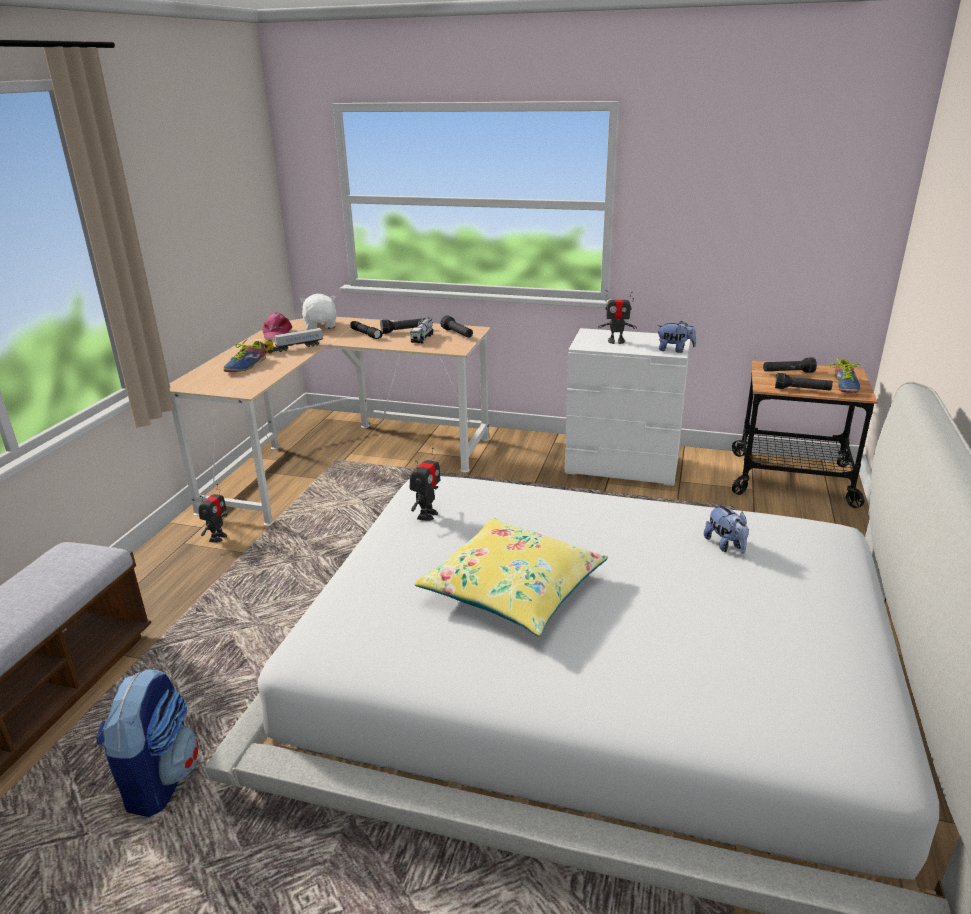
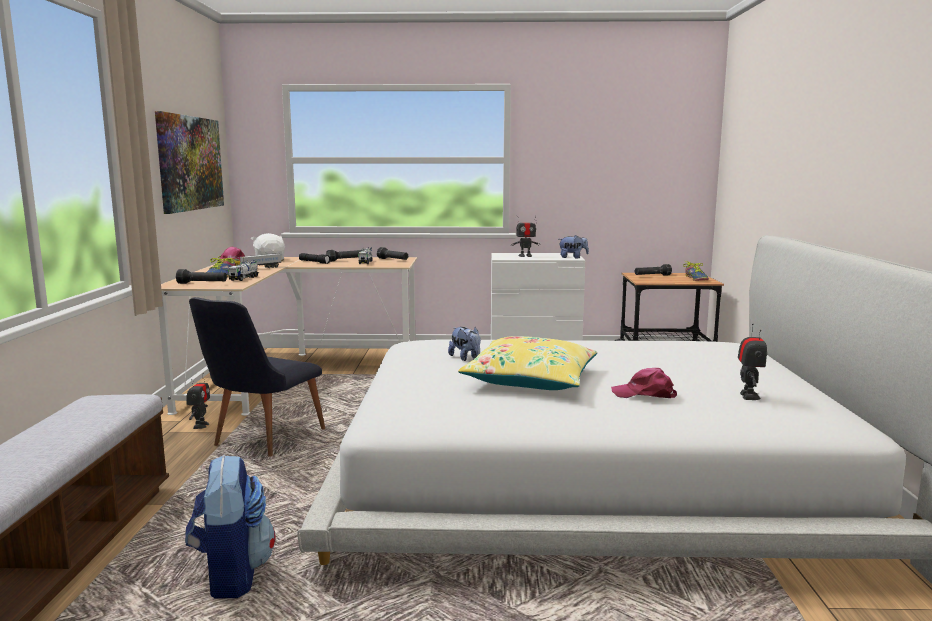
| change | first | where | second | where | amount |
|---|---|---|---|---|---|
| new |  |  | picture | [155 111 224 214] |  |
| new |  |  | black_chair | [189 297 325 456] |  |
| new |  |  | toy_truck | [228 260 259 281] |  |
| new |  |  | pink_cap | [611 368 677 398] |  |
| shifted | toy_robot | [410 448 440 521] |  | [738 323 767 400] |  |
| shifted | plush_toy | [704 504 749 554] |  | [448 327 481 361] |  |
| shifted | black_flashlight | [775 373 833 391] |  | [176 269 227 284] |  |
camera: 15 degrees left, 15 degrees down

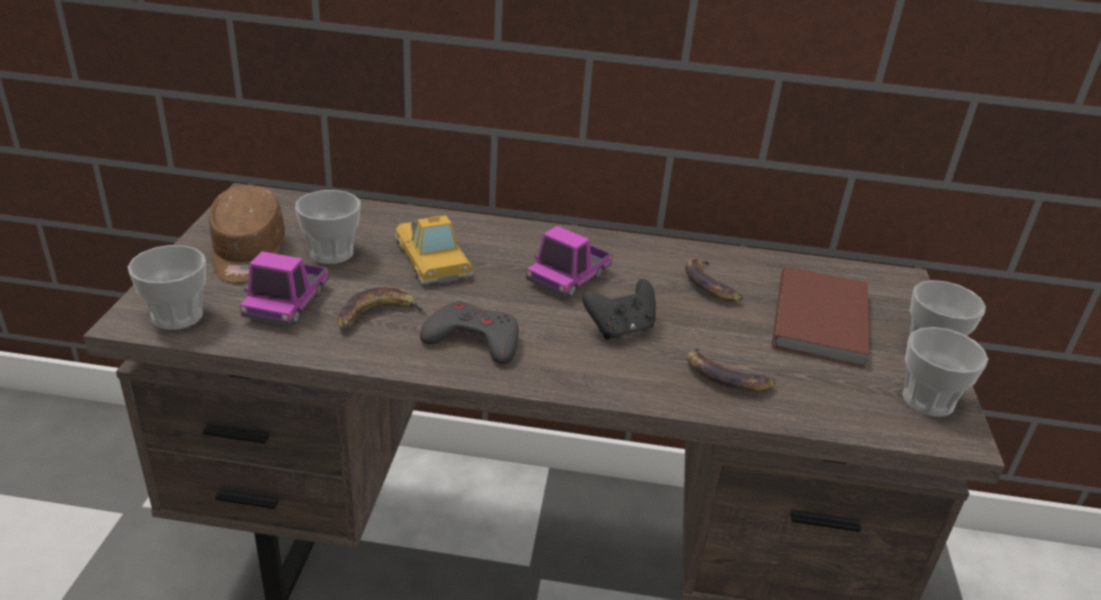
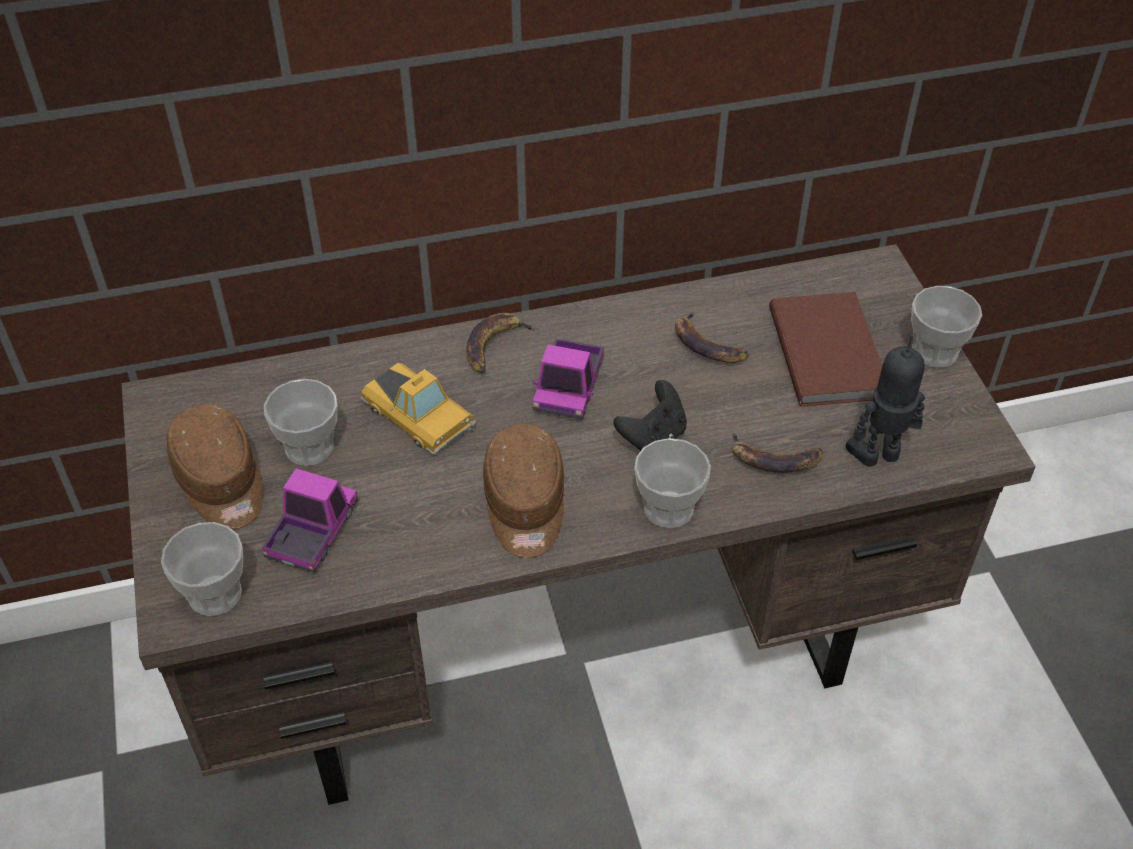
| change | first | where | second | where | amount |
|---|---|---|---|---|---|
| new |  |  | toy_robot | [846 335 925 467] |  |
| shifted | banana | [337 287 427 330] |  | [466 313 538 373] |  |
| shifted | cup | [903 327 988 417] |  | [634 438 711 528] |  |
| swapped | grey_game_controller | [420 301 519 364] | brown_cap | [483 424 564 558] |  |
| rotated | toy_truck | [240 251 329 326] |  | [262 468 358 573] | 150 degrees counterclockwise |
camera: 20 degrees left, 15 degrees up

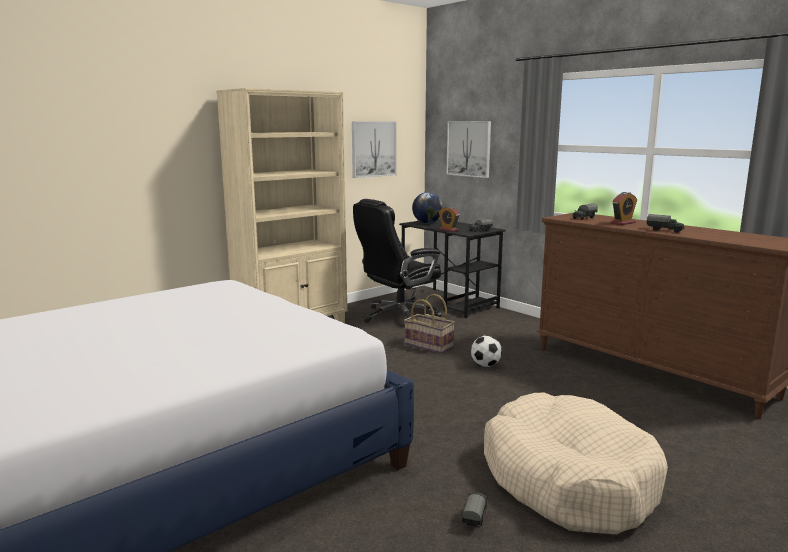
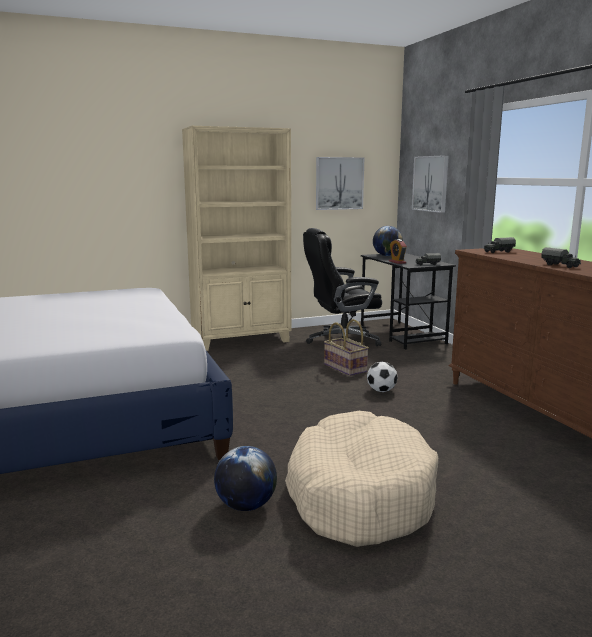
| change | first | where | second | where | amount |
|---|---|---|---|---|---|
| gone | alarm_clock | [610 192 637 225] |  |  |  |
| swapped | toy_truck | [462 492 488 527] | globe | [214 446 277 511] |  |
camera: 20 degrees right, 0 degrees up

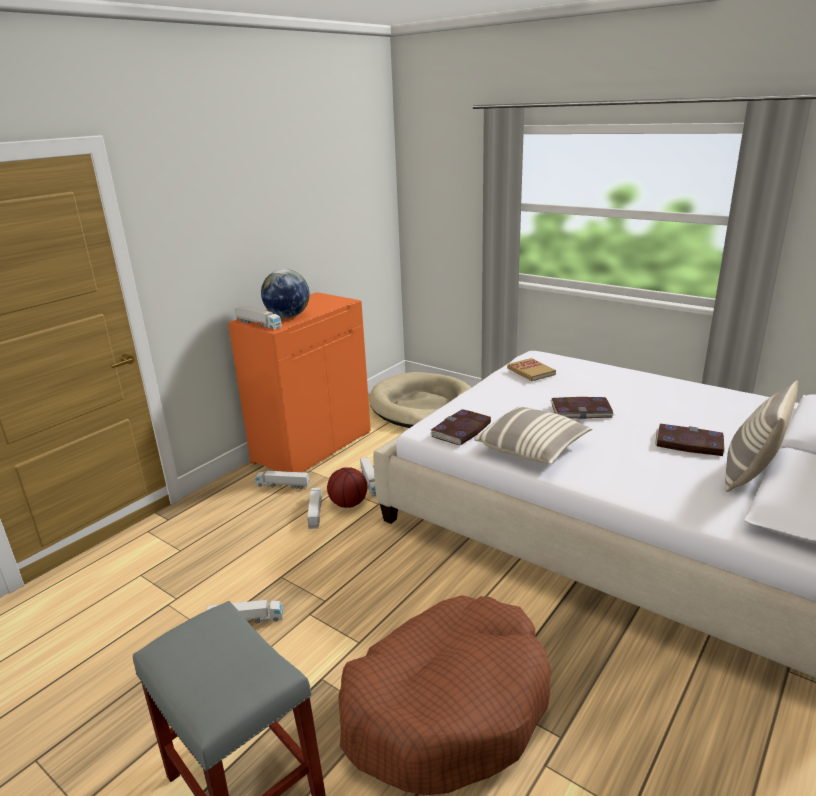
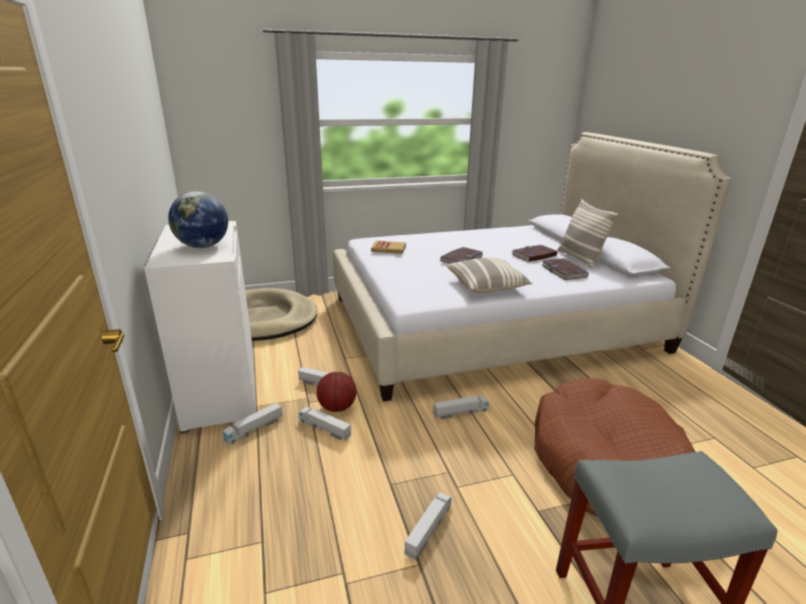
| change | first | where | second | where | amount |
|---|---|---|---|---|---|
| shifted | toy_truck | [235 305 282 330] |  | [433 396 489 419] |  |
| shifted | book | [431 409 491 445] |  | [542 258 588 280] |  |
| repainted | orange_cabinet | [228 292 371 472] | white_cabinet | [144 221 256 434] |  |
camera: 55 degrees left, 0 degrees up

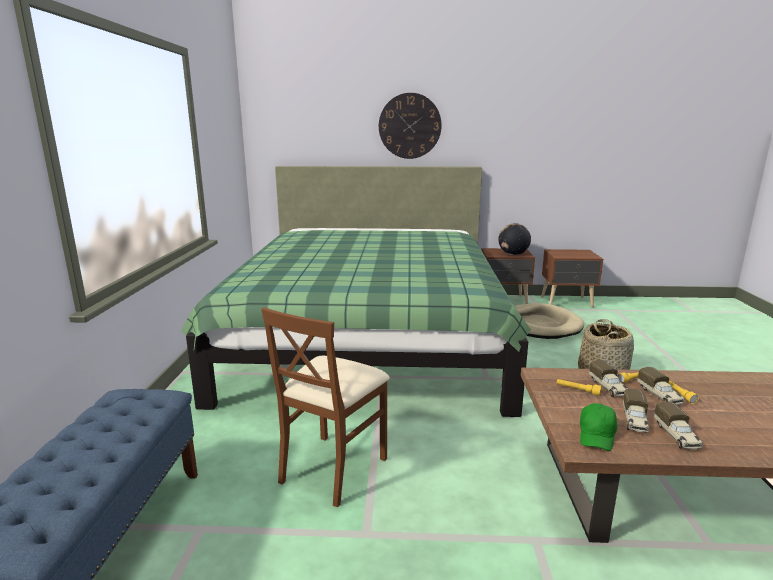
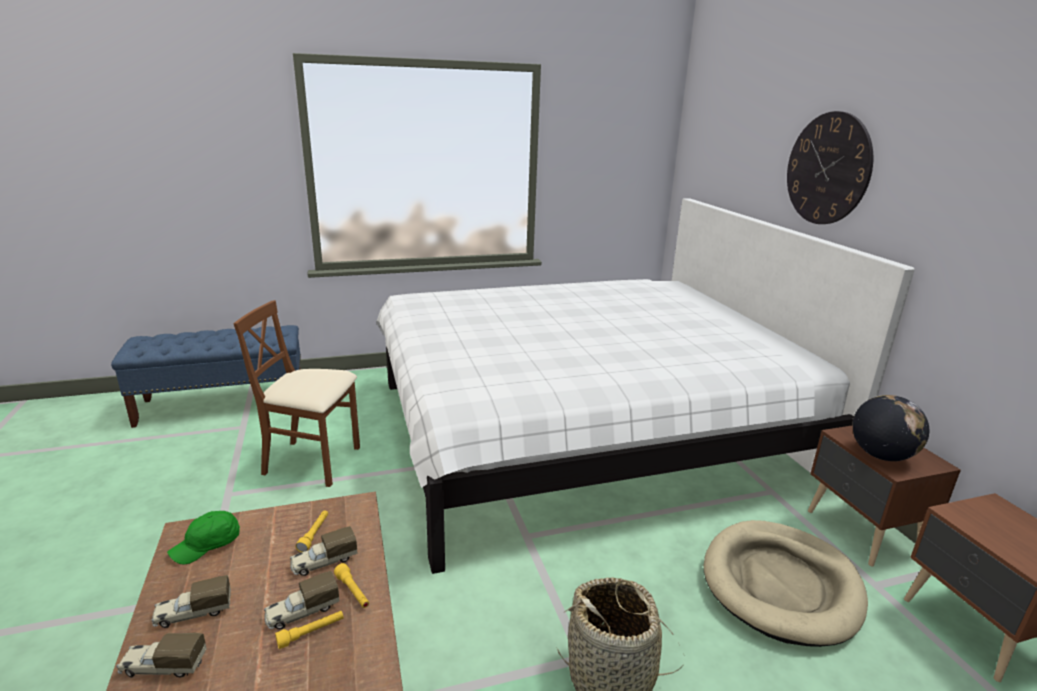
| change | first | where | second | where | amount |
|---|---|---|---|---|---|
| shifted | toy_truck | [623 389 649 433] |  | [116 633 207 678] |  |
| repainted | green_bed | [181 166 531 417] | white_bed | [376 198 915 574] |  |
| rotated | green_cap | [580 403 617 451] |  | [167 511 240 565] | 45 degrees counterclockwise |
camera: 70 degrees right, 5 degrees up

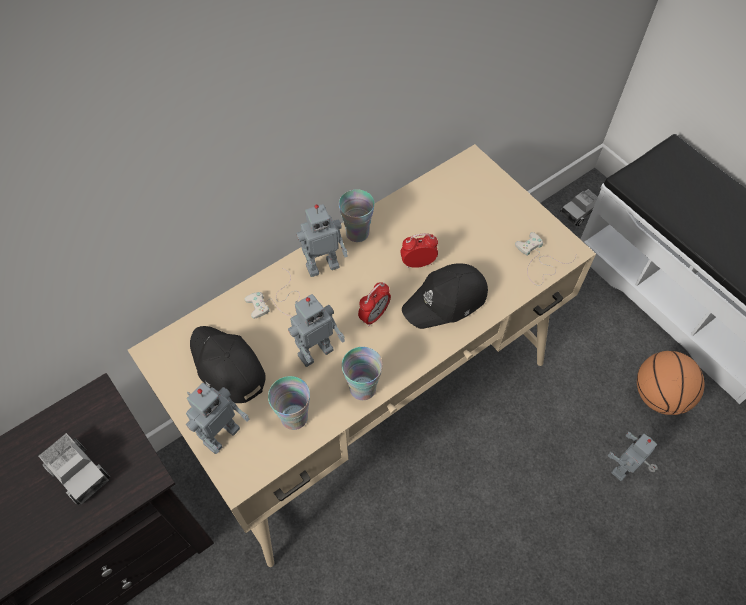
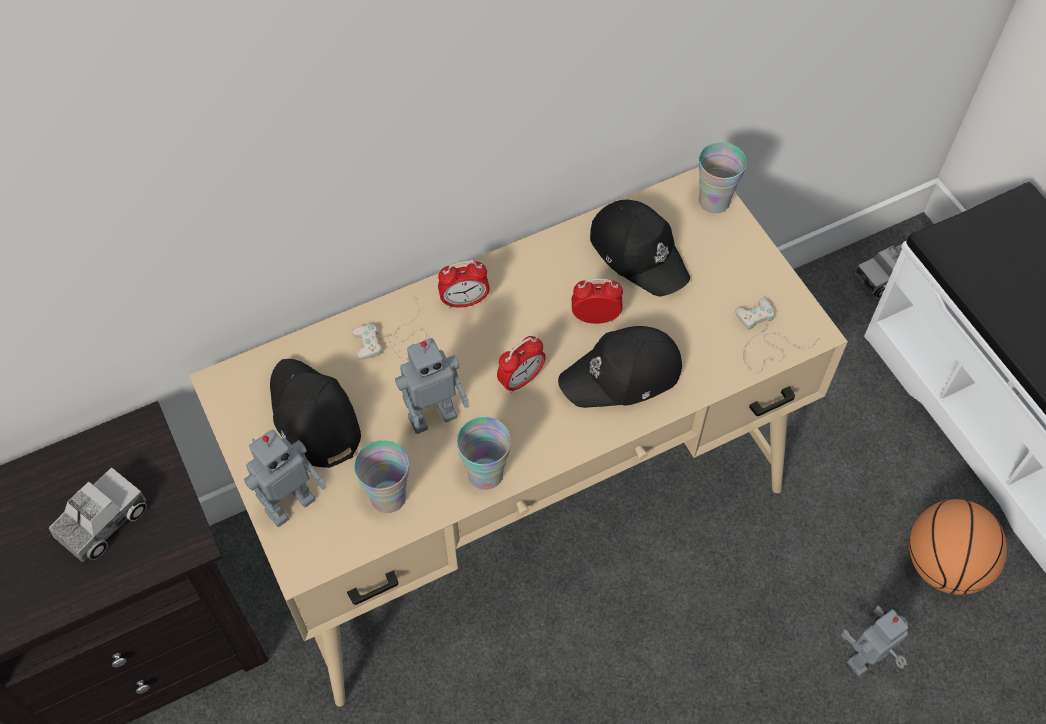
| change | first | where | second | where | amount |
|---|---|---|---|---|---|
| new |  |  | black_cap | [590 200 690 296] |  |
| shifted | cup | [339 189 375 242] |  | [699 142 747 214] |  |
| swapped | toy_robot | [296 204 348 277] | alarm_clock | [438 261 490 309] |  |
| rotated | toy_truck | [38 433 110 505] |  | [48 467 147 562] | 105 degrees counterclockwise |
camera: 10 degrees right, 0 degrees up

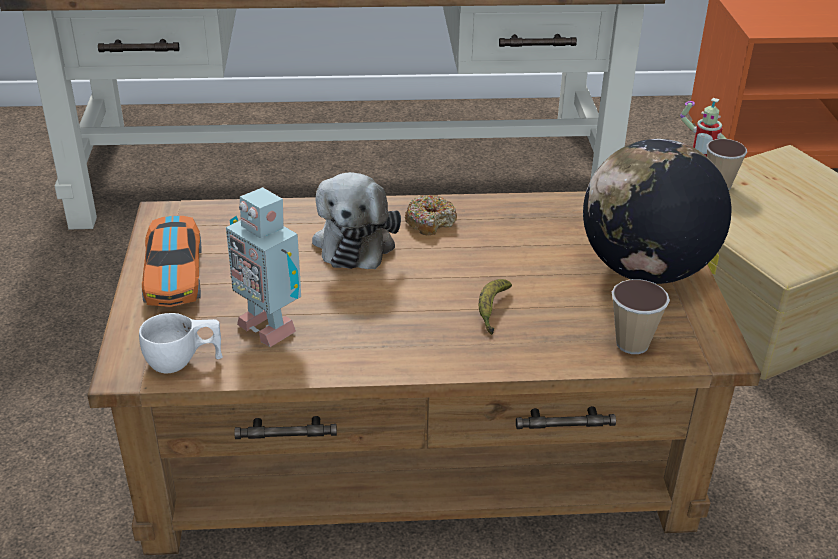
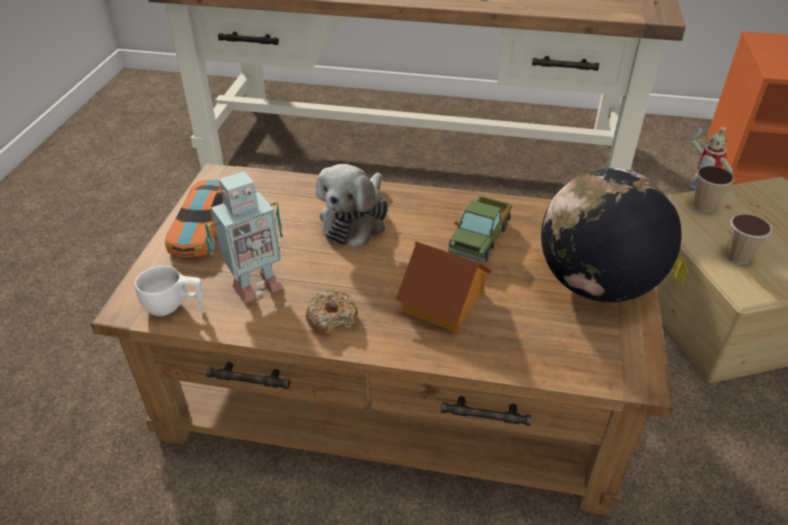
| change | first | where | second | where | amount |
|---|---|---|---|---|---|
| new |  |  | toy_truck | [448 195 512 263] |  |
| shifted | donut | [405 195 457 235] |  | [306 290 358 336] |  |
| shifted | cup | [612 279 670 354] |  | [726 214 772 265] |  |
| swapped | banana | [479 279 512 335] | toy_house | [396 241 491 333] |  |
| rotated | toy_robot | [226 187 301 347] |  | [205 171 284 303] | 90 degrees counterclockwise |
camera: 15 degrees right, 5 degrees up

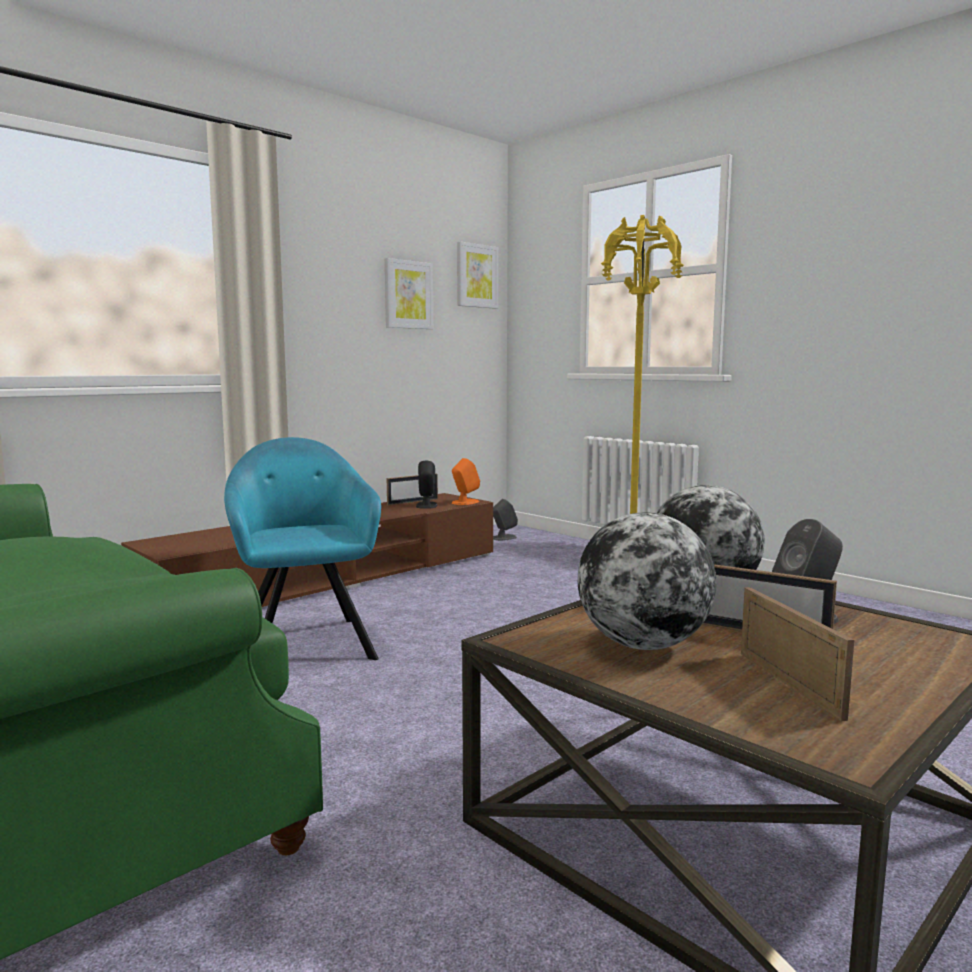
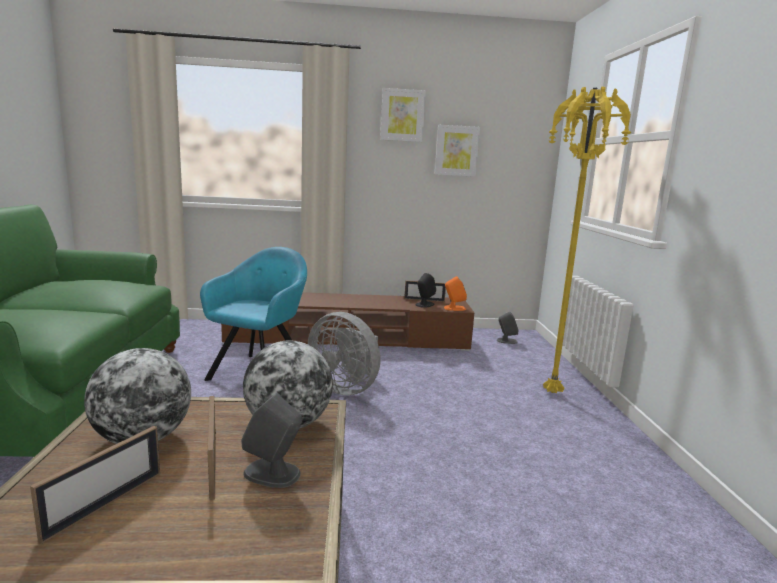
| change | first | where | second | where | amount |
|---|---|---|---|---|---|
| new |  |  | grey_fan | [308 312 381 395] |  |
| shifted | picture | [457 241 499 309] |  | [380 88 426 142] |  |
camera: 40 degrees right, 5 degrees up

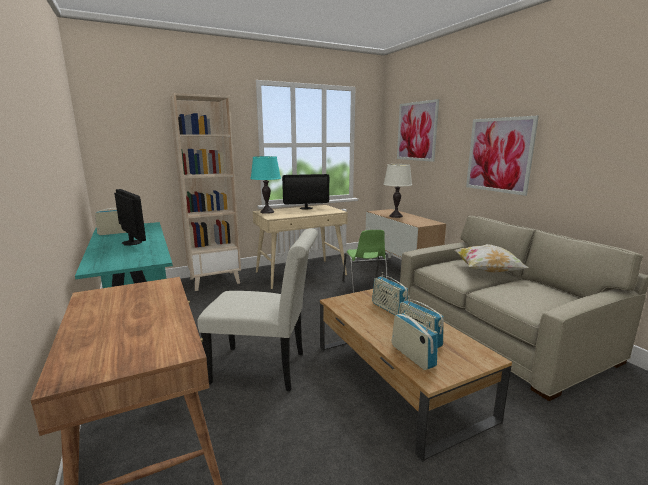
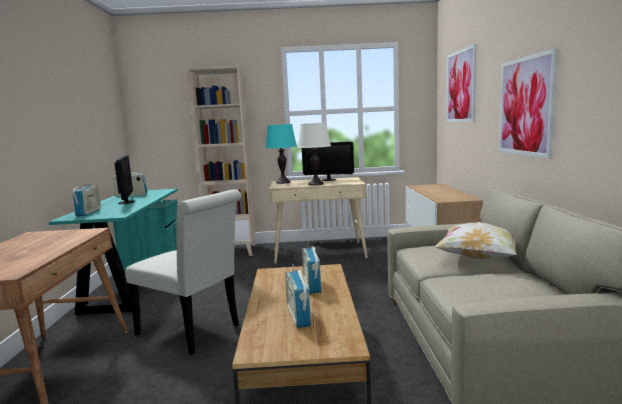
| change | first | where | second | where | amount |
|---|---|---|---|---|---|
| gone | green_chair | [342 230 388 293] |  |  |  |
| shifted | white_table_lamp | [383 164 412 218] |  | [298 122 331 185] |  |
| shifted | radio | [392 313 438 370] |  | [72 183 101 217] |  |
camera: 25 degrees right, 5 degrees down

